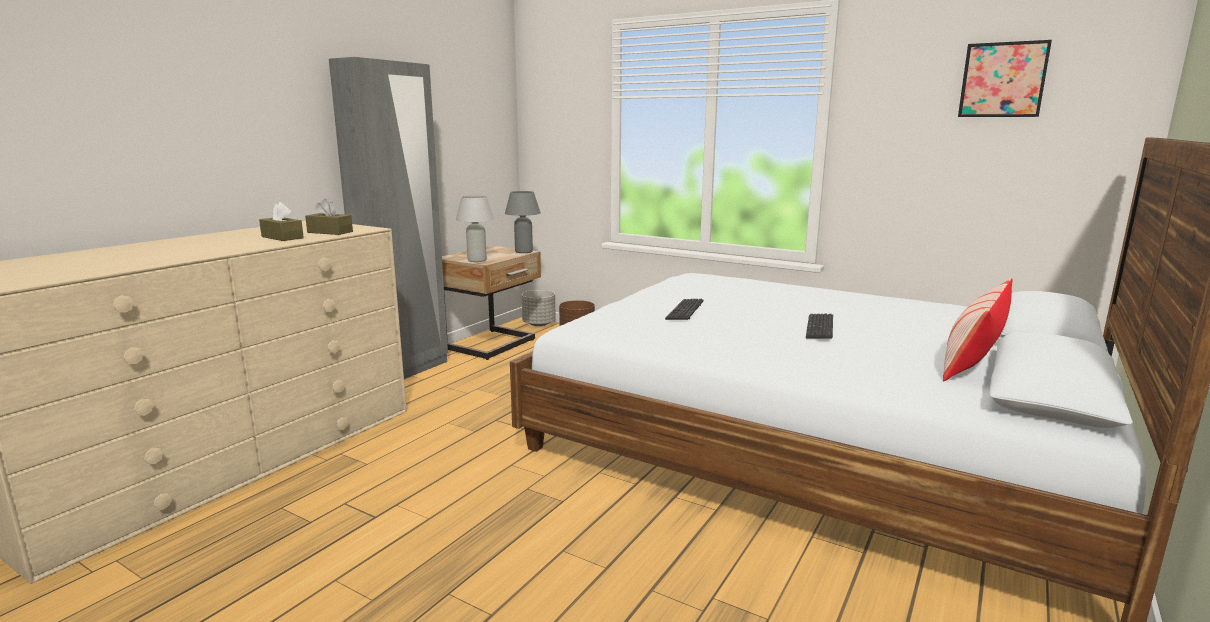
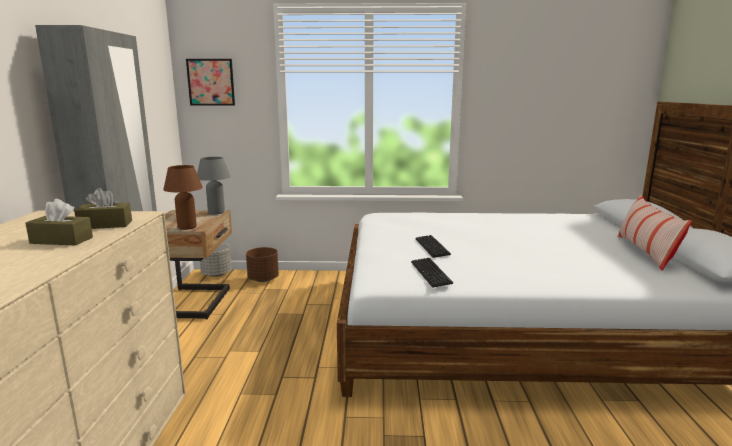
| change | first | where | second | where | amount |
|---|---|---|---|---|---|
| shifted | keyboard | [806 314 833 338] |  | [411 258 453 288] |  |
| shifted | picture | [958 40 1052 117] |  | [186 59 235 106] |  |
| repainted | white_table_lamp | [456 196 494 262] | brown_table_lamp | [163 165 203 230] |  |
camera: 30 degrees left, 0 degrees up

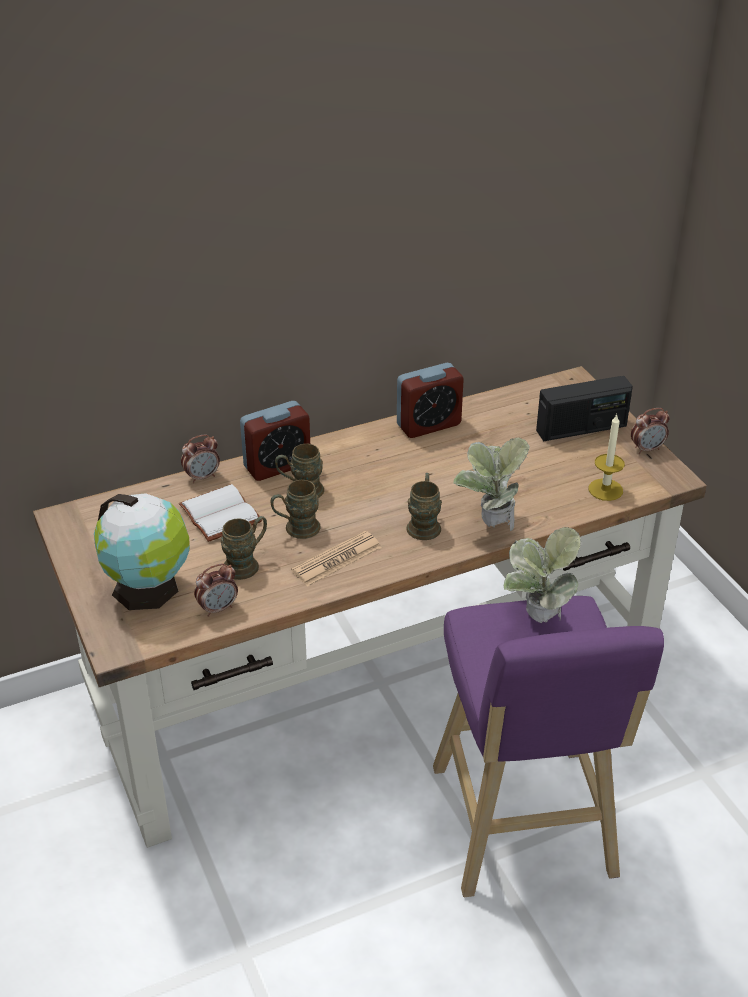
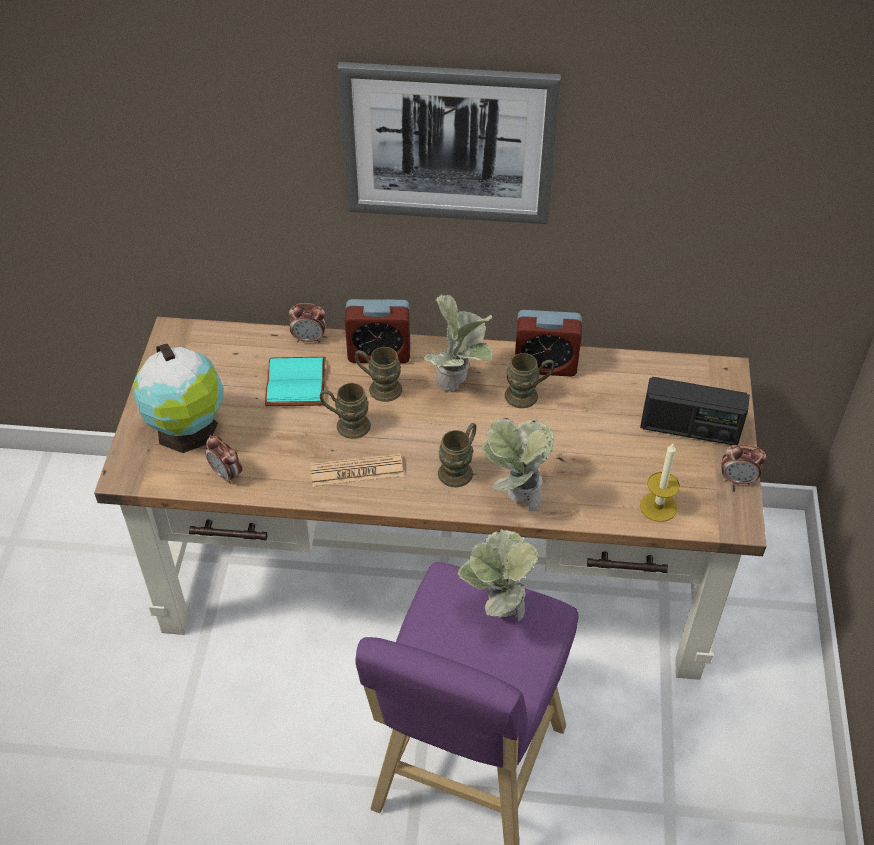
| change | first | where | second | where | amount |
|---|---|---|---|---|---|
| new |  |  | picture | [337 62 561 224] |  |
| new |  |  | potted_plant | [424 293 493 392] |  |
| shifted | brown_mug | [221 516 267 580] |  | [505 353 554 408] |  |
| repainted | white_book | [179 484 262 542] | turquoise_book | [265 357 326 406] |  |
| rotated | alarm_clock | [194 563 238 617] |  | [206 435 242 484] | 45 degrees clockwise |
camera: 30 degrees right, 10 degrees up

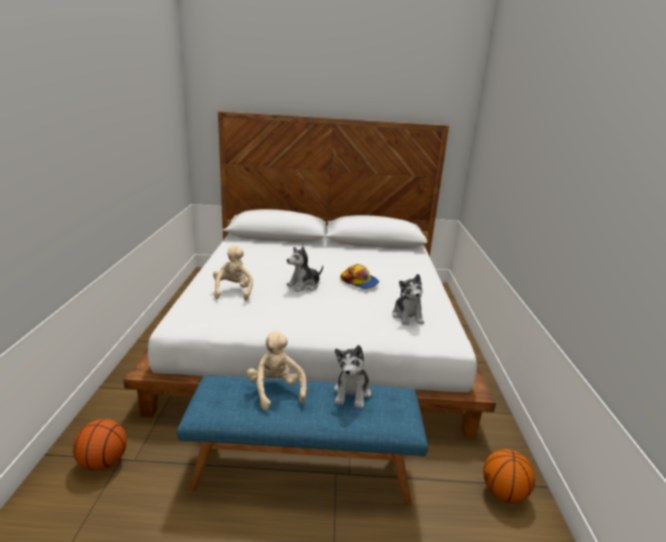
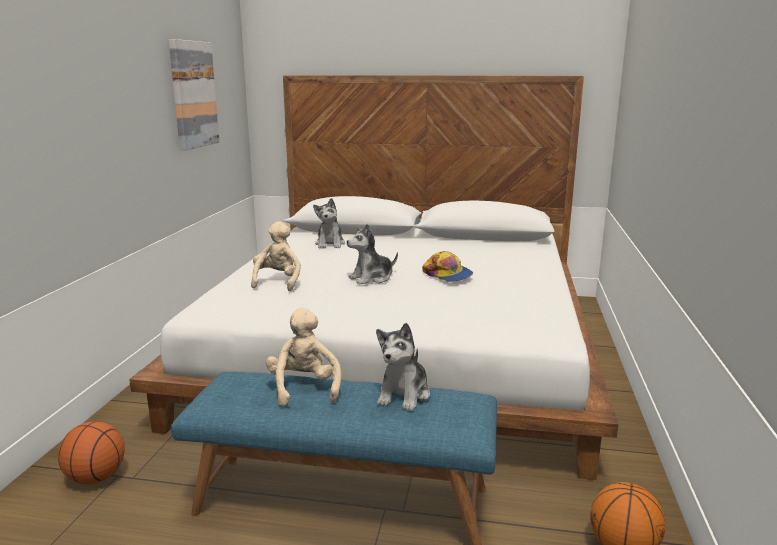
| change | first | where | second | where | amount |
|---|---|---|---|---|---|
| new |  |  | picture | [169 39 219 151] |  |
| shifted | plush_toy | [392 274 424 325] |  | [313 198 345 249] |  |
camera: 10 degrees right, 5 degrees down

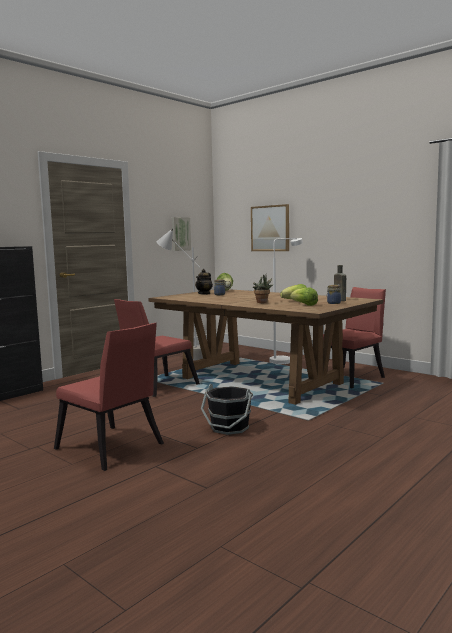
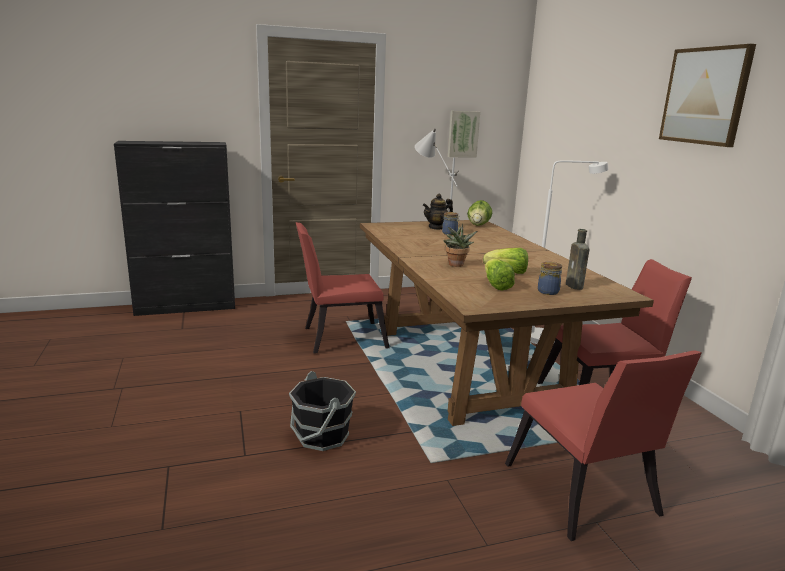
| change | first | where | second | where | amount |
|---|---|---|---|---|---|
| shifted | red_chair | [54 323 164 471] |  | [505 350 702 541] |  |
| shifted | picture | [251 204 289 251] |  | [659 44 756 147] |  |
camera: 30 degrees right, 10 degrees up

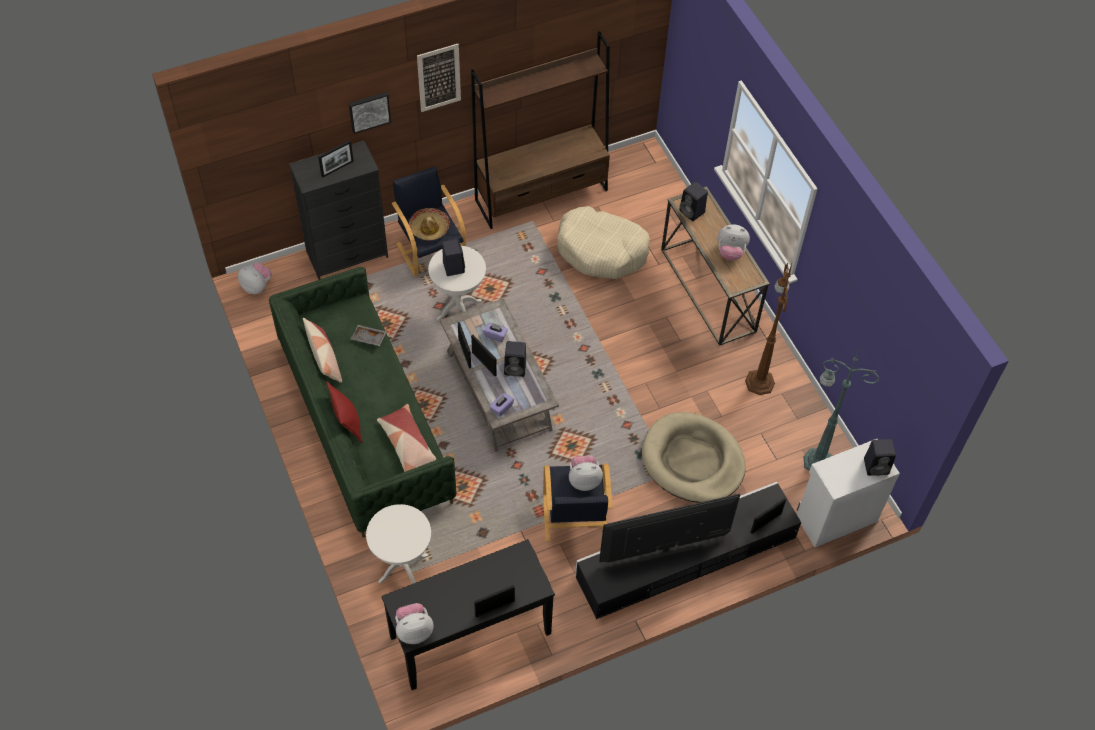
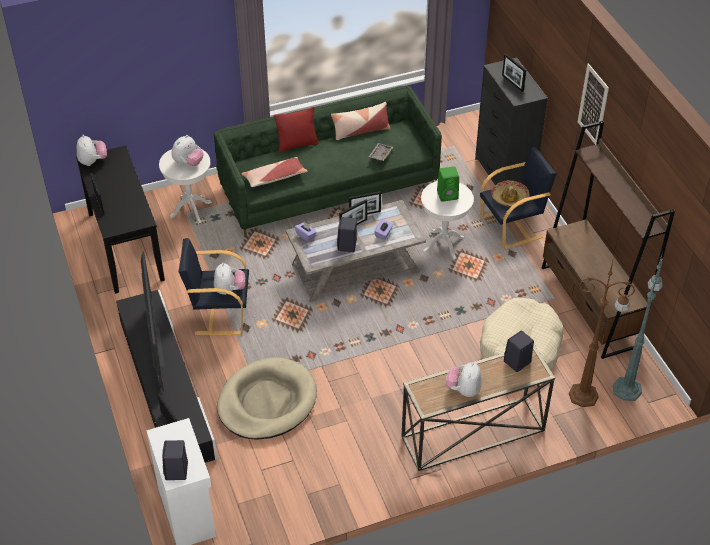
| change | first | where | second | where | amount |
|---|---|---|---|---|---|
| gone | picture | [349 92 391 134] |  |  |  |
| shifted | plush_toy | [238 263 272 294] |  | [172 135 204 166] |  |
| shifted | brown_floor_lamp | [745 263 792 395] |  | [569 261 635 407] |  |
| shifted | green_floor_lamp | [803 348 879 471] |  | [613 252 663 401] |  |
| repainted | black_speaker | [442 239 465 276] | green_speaker | [437 166 459 202] |  |
camera: 95 degrees right, 10 degrees down

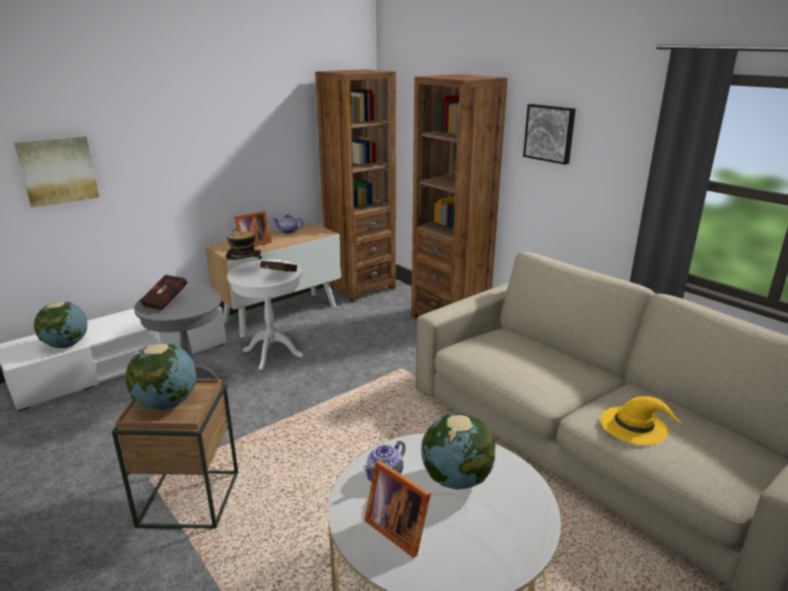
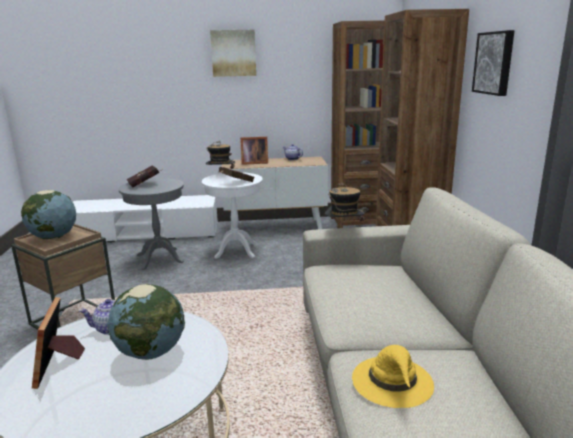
| change | first | where | second | where | amount |
|---|---|---|---|---|---|
| gone | globe | [34 301 88 348] |  |  |  |
| new |  |  | hat | [325 182 365 227] |  |
| shifted | picture | [14 135 99 208] |  | [210 30 256 77] |  |
camera: 35 degrees right, 5 degrees down

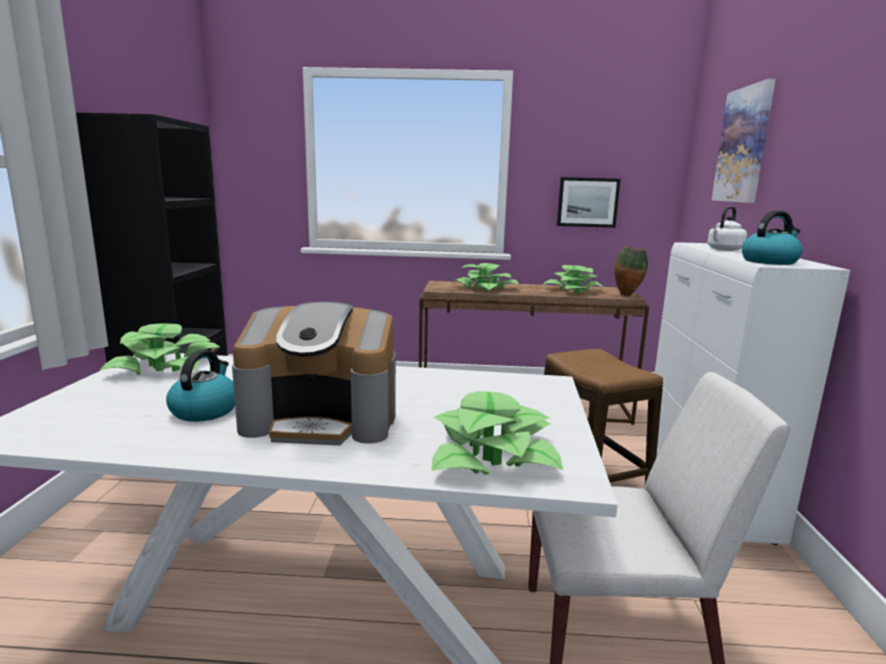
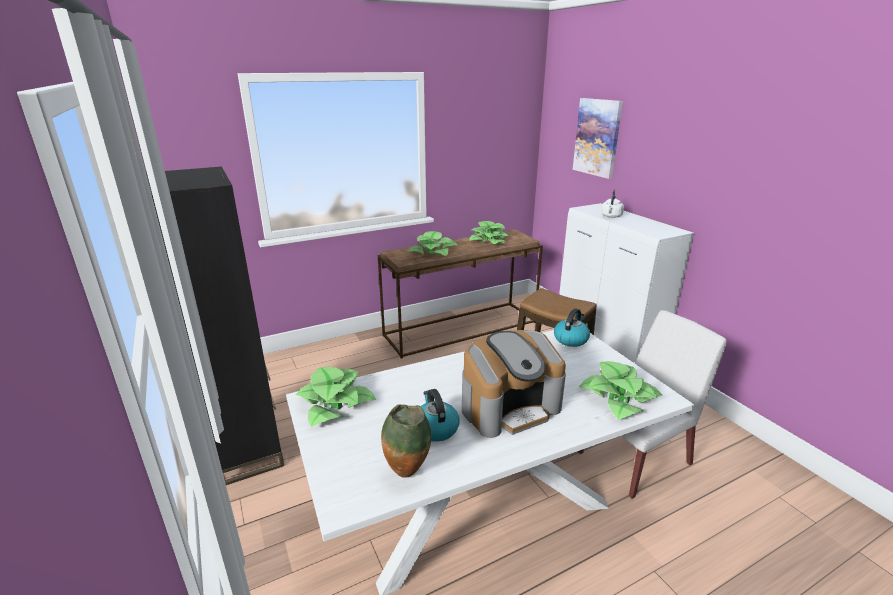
| change | first | where | second | where | amount |
|---|---|---|---|---|---|
| gone | picture | [557 177 621 228] |  |  |  |
| shifted | vase | [614 247 648 296] |  | [381 404 432 478] |  |
| shifted | kettle | [742 210 803 265] |  | [554 308 590 347] |  |
camera: 30 degrees left, 10 degrees up

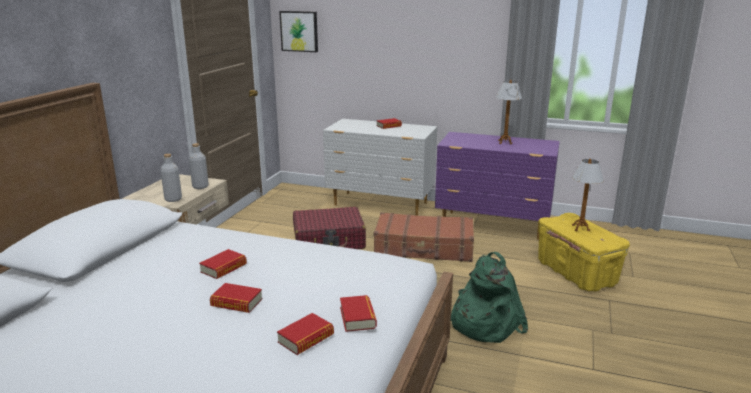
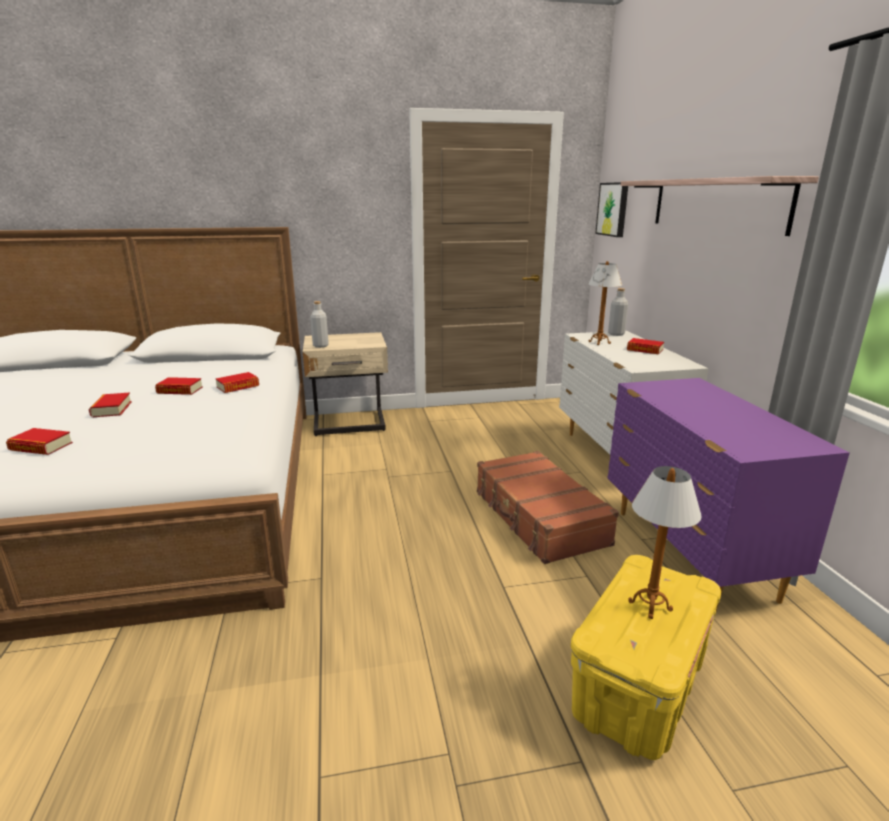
| change | first | where | second | where | amount |
|---|---|---|---|---|---|
| gone | red_suitcase | [293 207 366 249] |  |  |  |
| gone | green_backpack | [451 252 528 343] |  |  |  |
| new |  |  | shelf | [621 176 819 236] |  |
| shifted | grey_bottle | [189 143 209 189] |  | [608 288 628 336] |  |
| shifted | book | [340 295 377 332] |  | [216 372 259 393] |  |
| shifted | table_lamp | [496 80 522 144] |  | [588 261 622 345] |  |
camera: 60 degrees right, 0 degrees up

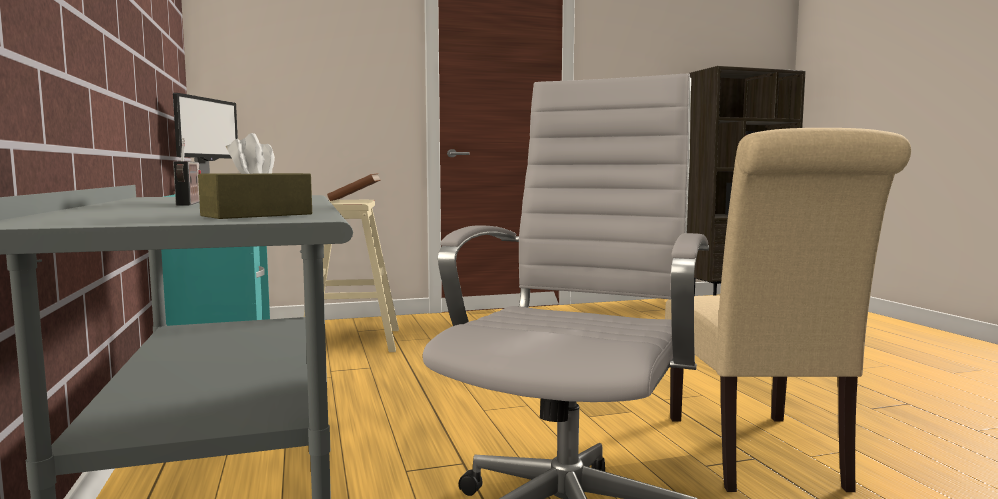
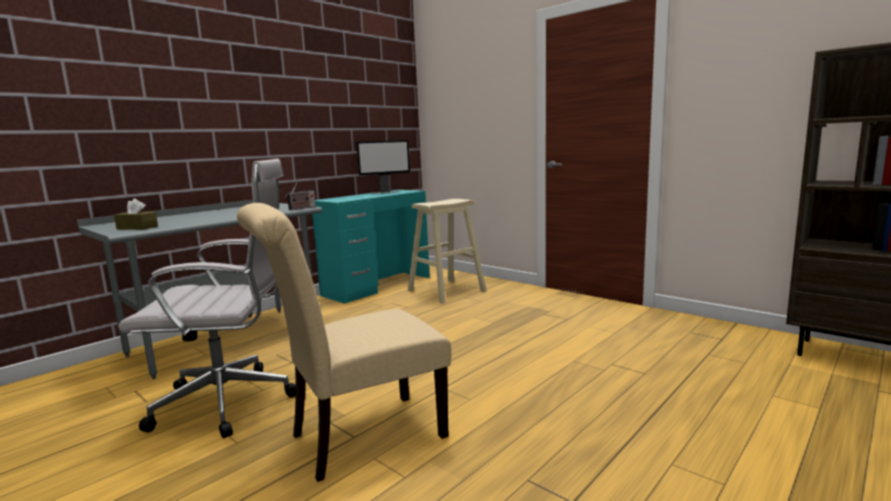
| change | first | where | second | where | amount |
|---|---|---|---|---|---|
| gone | brown_book | [327 173 381 201] |  |  |  |
| shifted | radio | [173 138 201 206] |  | [285 183 316 210] |  |
camera: 60 degrees right, 5 degrees up

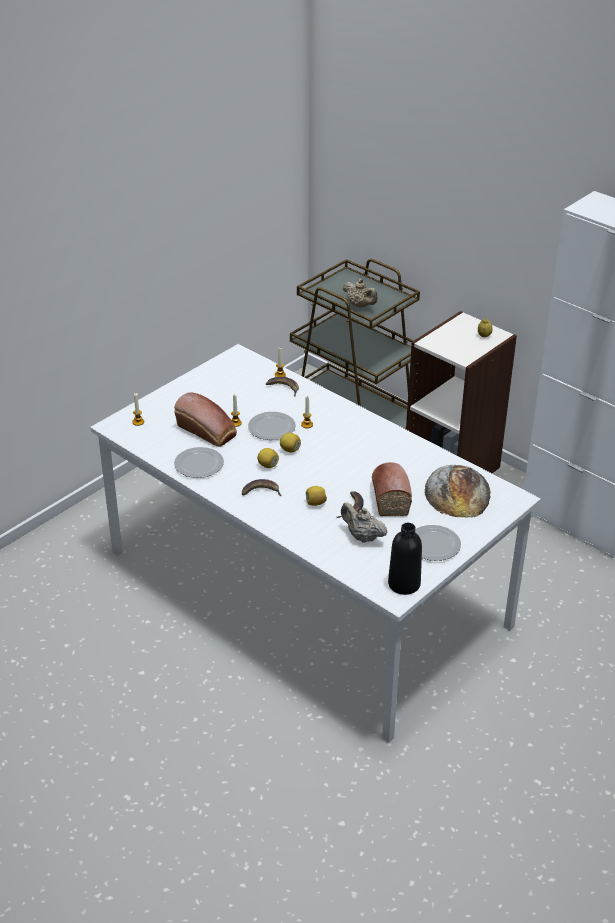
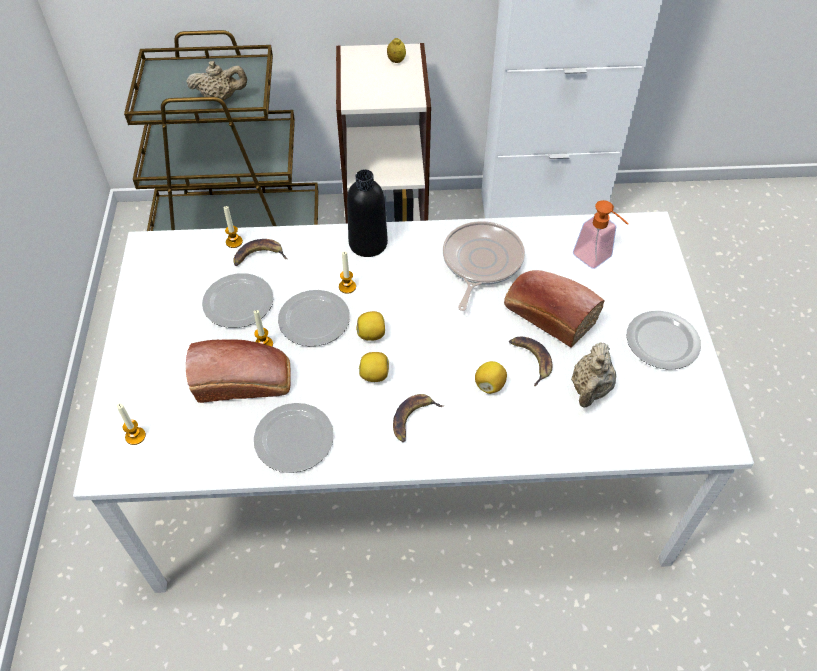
| change | first | where | second | where | amount |
|---|---|---|---|---|---|
| new |  |  | plate | [202 273 273 328] |  |
| new |  |  | frying_pan | [443 221 525 311] |  |
| shifted | black_bottle | [388 523 422 595] |  | [347 169 388 257] |  |
| swapped | bread | [424 465 491 518] | soap_dispenser | [573 200 629 269] |  |
| rotated | beige_teapot | [341 502 387 543] |  | [571 342 616 408] | 60 degrees counterclockwise |
camera: 45 degrees left, 15 degrees up

